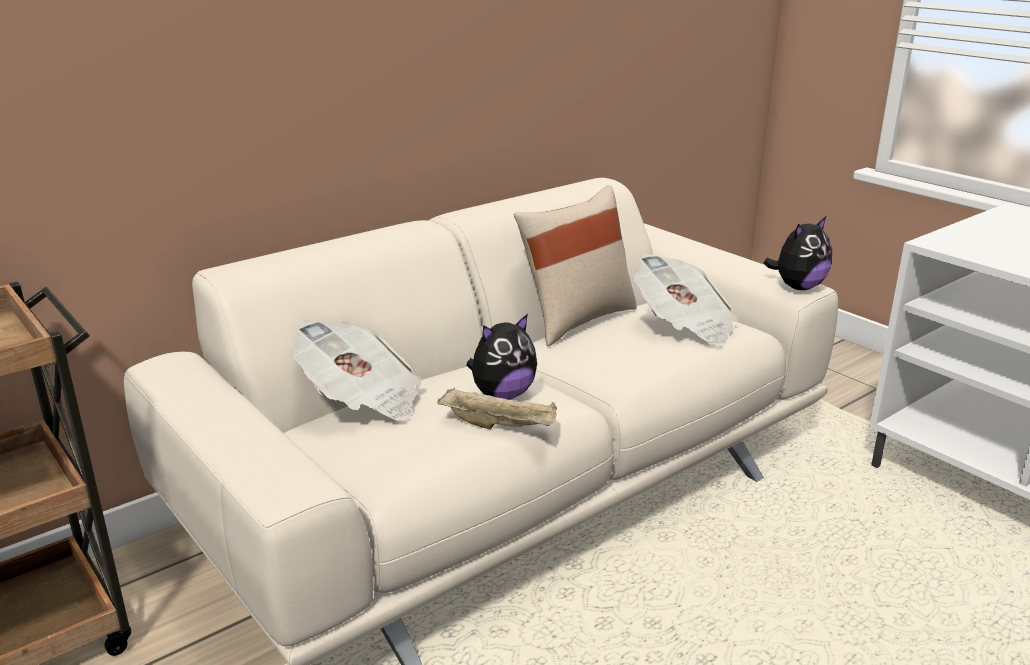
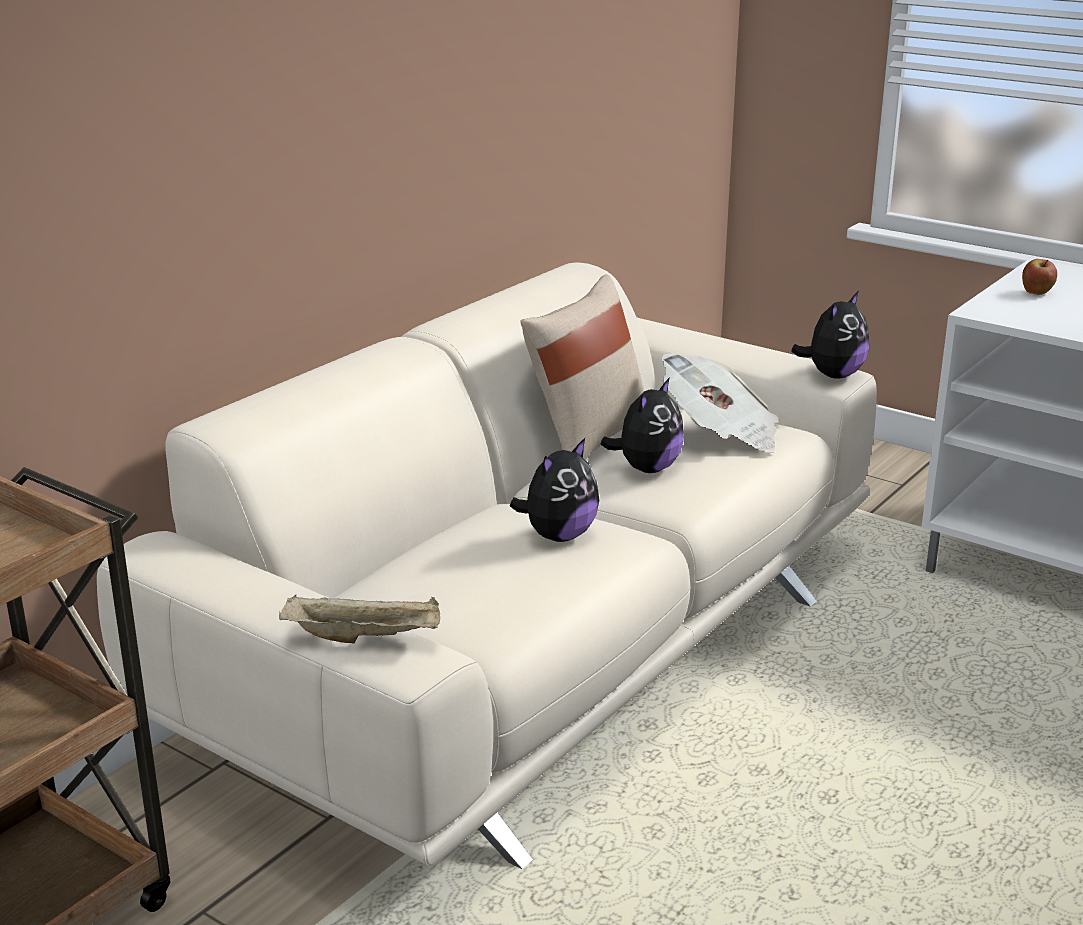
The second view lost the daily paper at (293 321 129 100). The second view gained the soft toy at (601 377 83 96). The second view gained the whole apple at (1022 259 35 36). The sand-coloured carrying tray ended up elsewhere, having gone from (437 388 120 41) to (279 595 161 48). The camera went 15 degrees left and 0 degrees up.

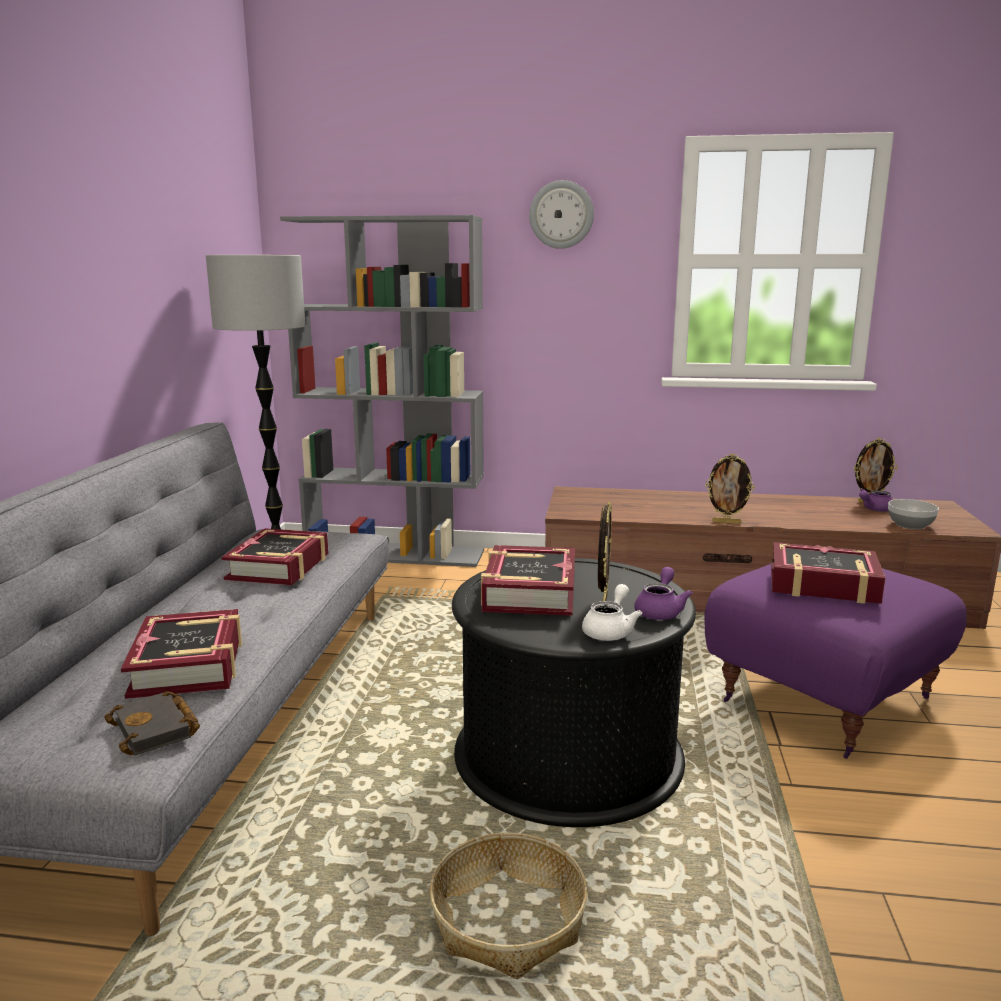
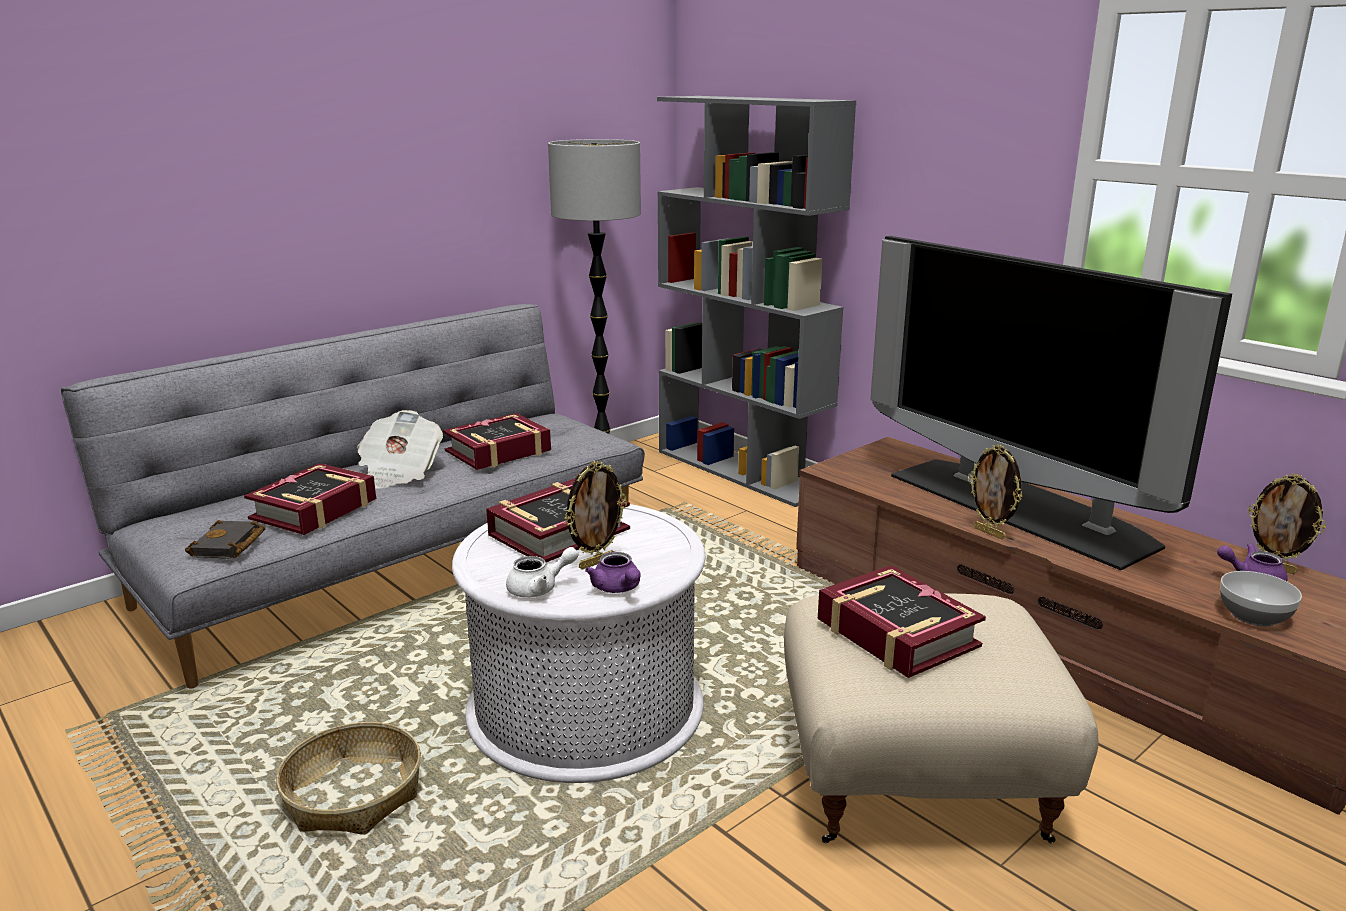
The second view lost the wall clock at (529 180 65 69). The second view gained the daily paper at (357 410 86 79). The second view gained the television at (870 236 362 334). What was the blackish lounge table at (452 558 244 269) turned into the white-coloured lounge table at (452 504 254 279). What was the purple-coloured footrest at (704 562 263 197) turned into the sand-coloured footrest at (784 593 315 250). The purple-coloured pot for tea at (634 567 59 53) ended up facing another way, 90 degrees clockwise from before. The camera went 40 degrees right and 5 degrees up.

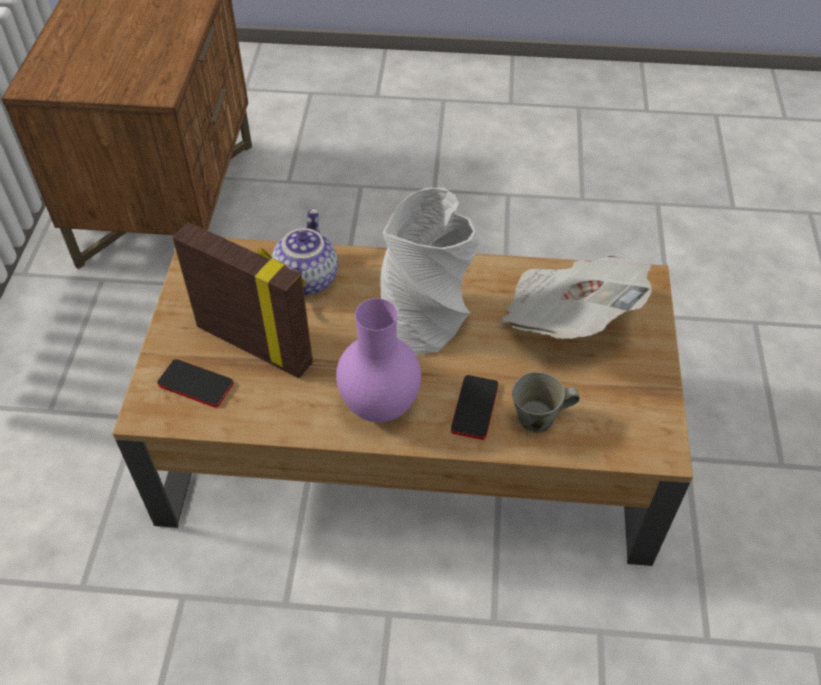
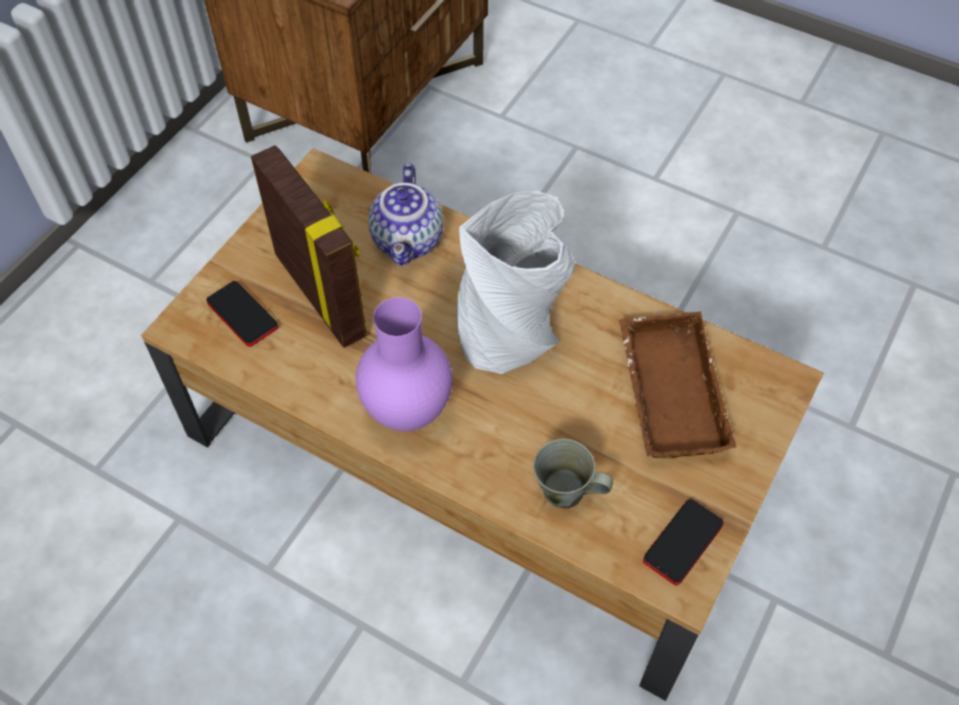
The handset ended up elsewhere, having gone from (451 375 47 65) to (643 499 81 86). Where the daily paper stood at (501 256 151 83), the brownish carrying tray came to stand at (619 311 117 147). The pot for tea at (272 209 66 86) ended up facing another way, 150 degrees clockwise from before. The camera went 25 degrees right and 5 degrees up.

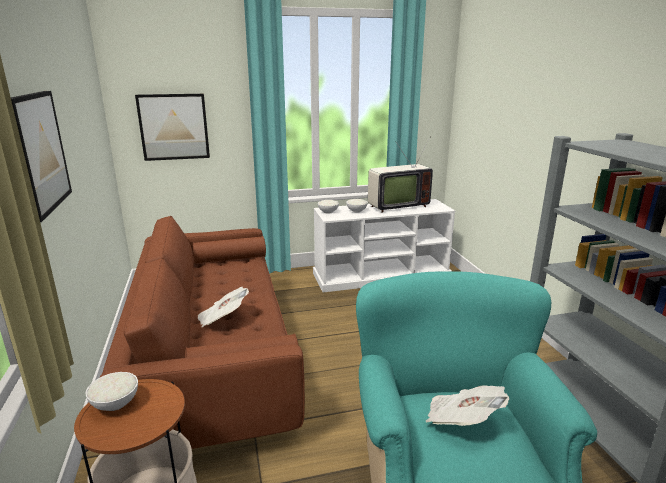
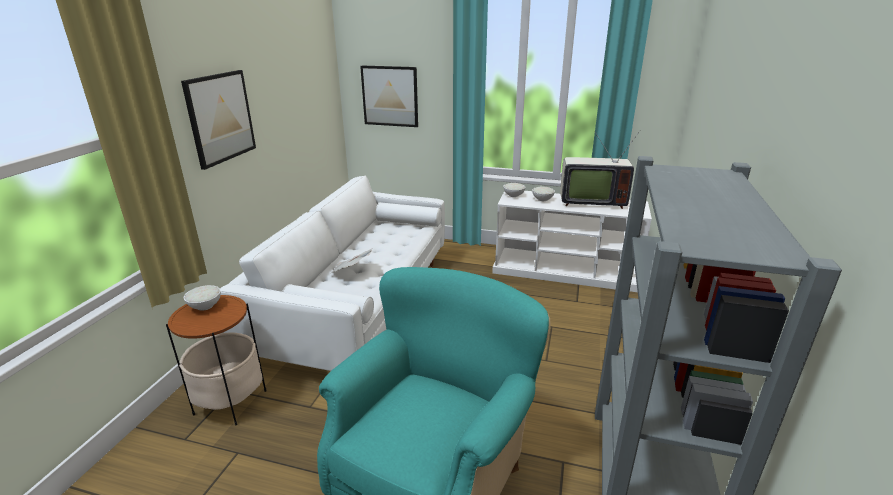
The second view lost the daily paper at (426 385 83 41). What was the brownish couch at (100 216 205 233) turned into the white-coloured couch at (220 176 225 195). The camera went 30 degrees right and 5 degrees up.

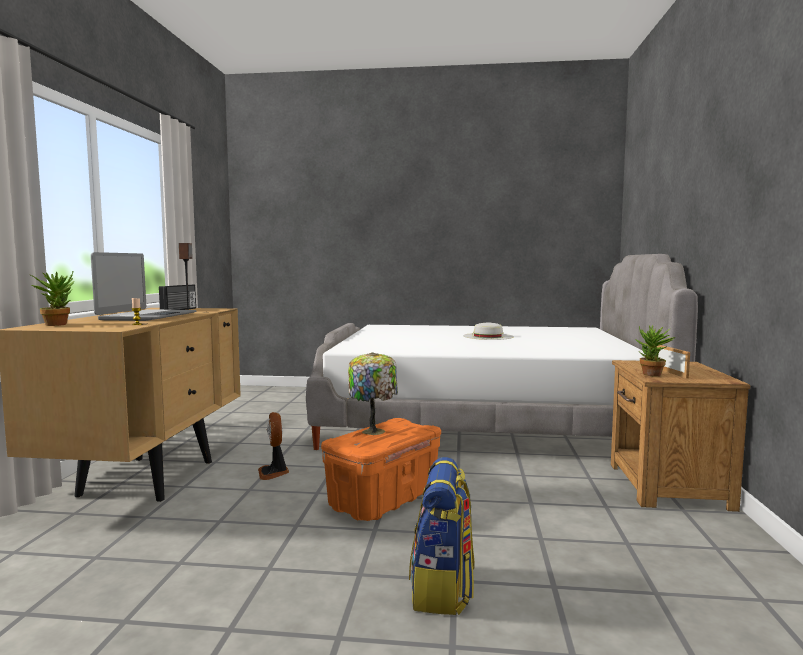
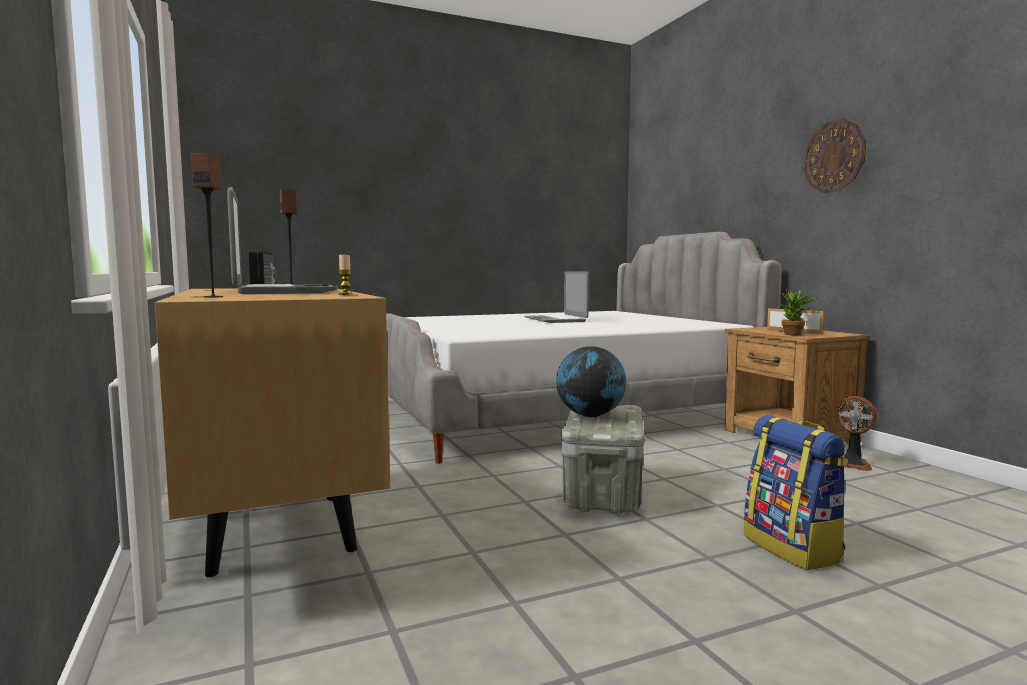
The second view gained the wall clock at (803 118 63 75). The electric fan ended up elsewhere, having gone from (258 412 31 68) to (836 396 41 75). Where the potted plant stood at (31 271 43 55), the loudspeaker came to stand at (191 153 32 145). Where the lamp for a table stood at (348 352 50 83), the world globe came to stand at (556 346 70 71). Where the white-coloured wearable hat stood at (463 322 51 18), the notebook computer came to stand at (524 271 65 52). What was the orangey storage bin at (321 418 120 103) turned into the gray storage bin at (561 405 84 110). The camera went 30 degrees left and 0 degrees up.

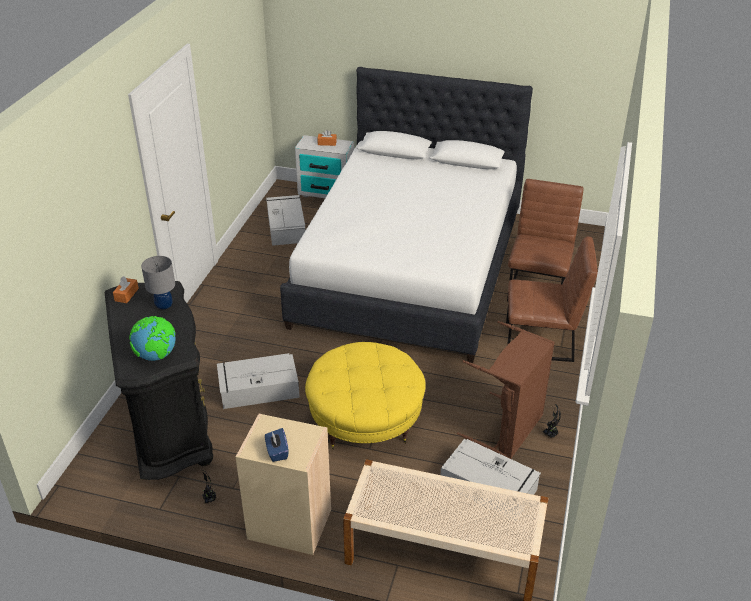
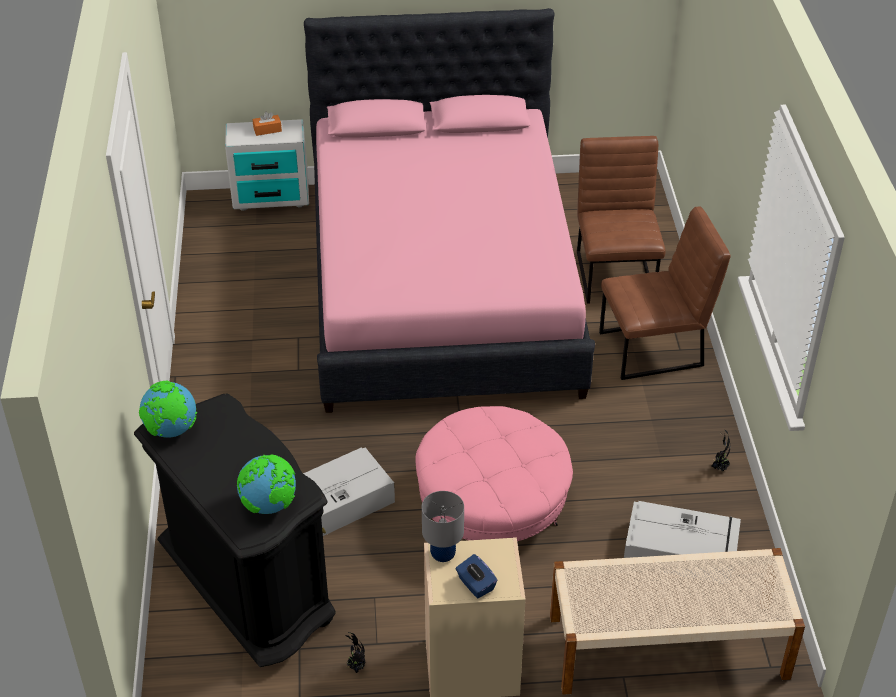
The second view lost the gray storage bin at (266 195 39 51). The second view lost the brownish washing basket at (457 321 98 138). The gray lamp for a table ended up elsewhere, having gone from (141 256 34 54) to (422 491 42 71). Where the orangey tissue box stood at (113 276 26 27), the world globe came to stand at (139 381 58 57). What was the white-coloured sleeping bed at (280 67 253 296) turned into the pink-coloured sleeping bed at (304 8 291 405). What was the yellow footrest at (305 342 121 107) turned into the pink-coloured footrest at (415 406 158 135). The camera went 20 degrees left and 5 degrees up.

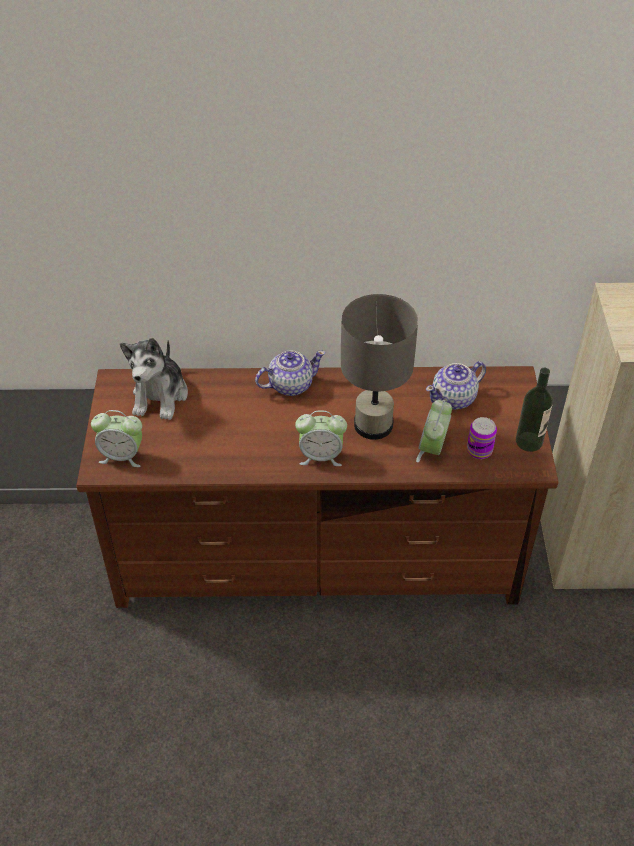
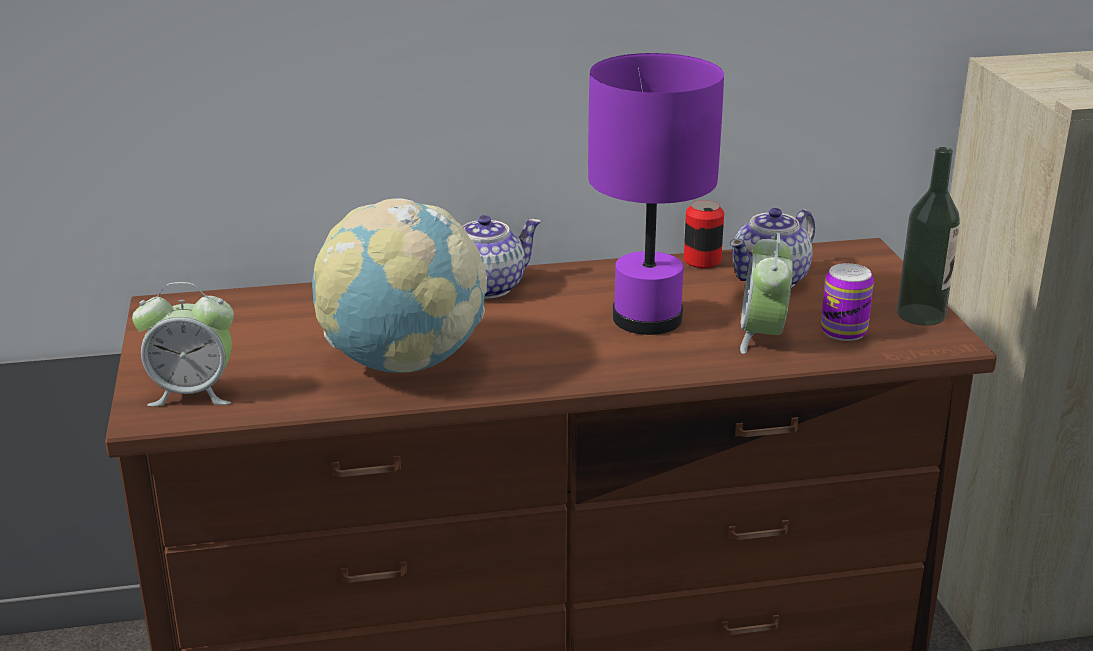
The second view lost the soft toy at (120 338 68 82). The second view lost the alarm clock at (295 410 52 56). The second view gained the world globe at (312 198 175 175). The second view gained the metal can at (684 200 40 68). What was the gray lamp for a table at (341 294 77 146) turned into the purple-coloured lamp for a table at (588 53 136 282). The camera went 10 degrees left and 20 degrees down.

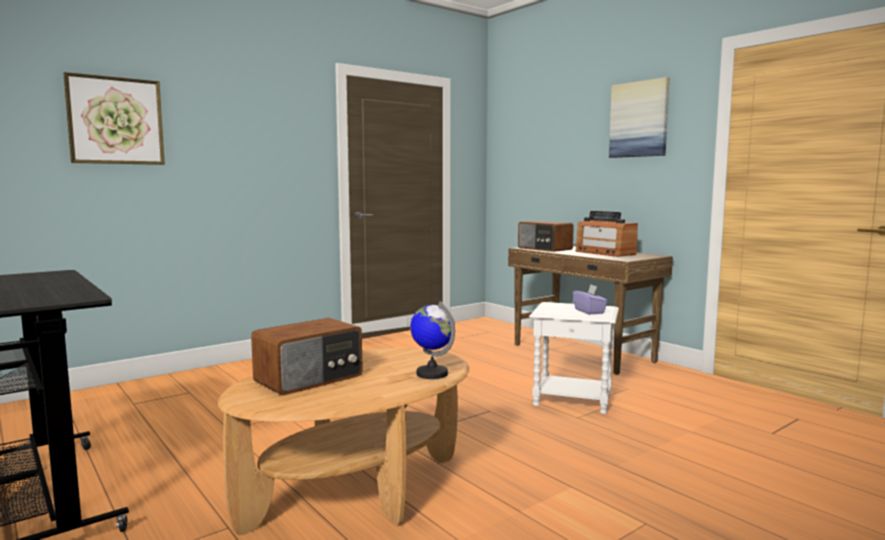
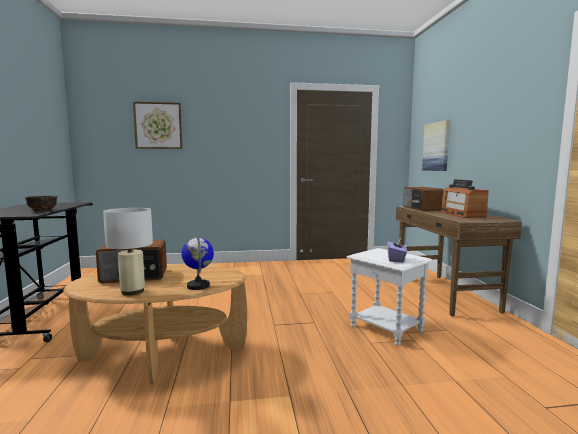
The second view gained the brownish bowl at (25 196 32 15). The second view gained the white-coloured lamp for a table at (103 207 50 89). The wall picture ended up elsewhere, having gone from (609 77 60 81) to (422 120 28 51). The camera went 30 degrees right and 0 degrees up.

